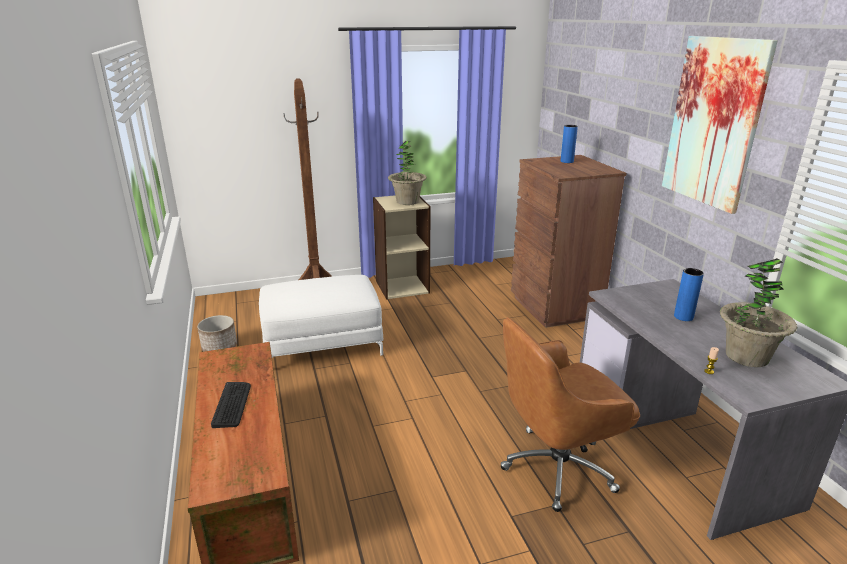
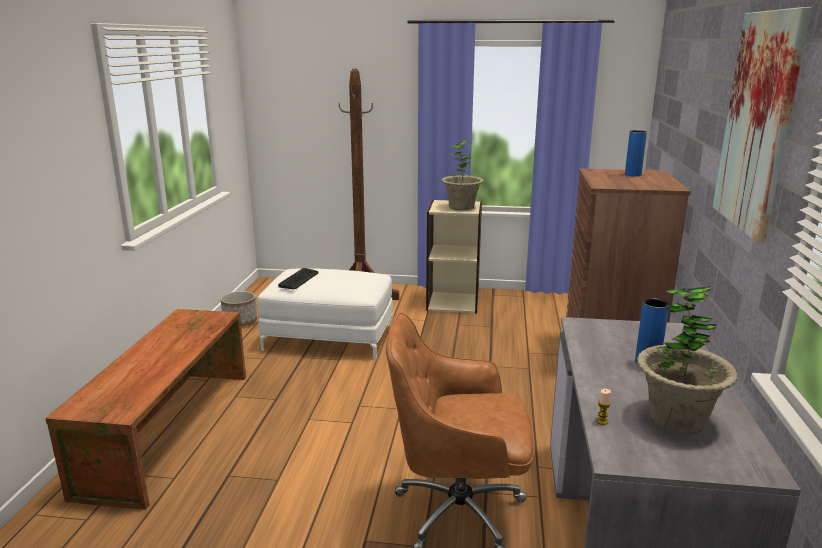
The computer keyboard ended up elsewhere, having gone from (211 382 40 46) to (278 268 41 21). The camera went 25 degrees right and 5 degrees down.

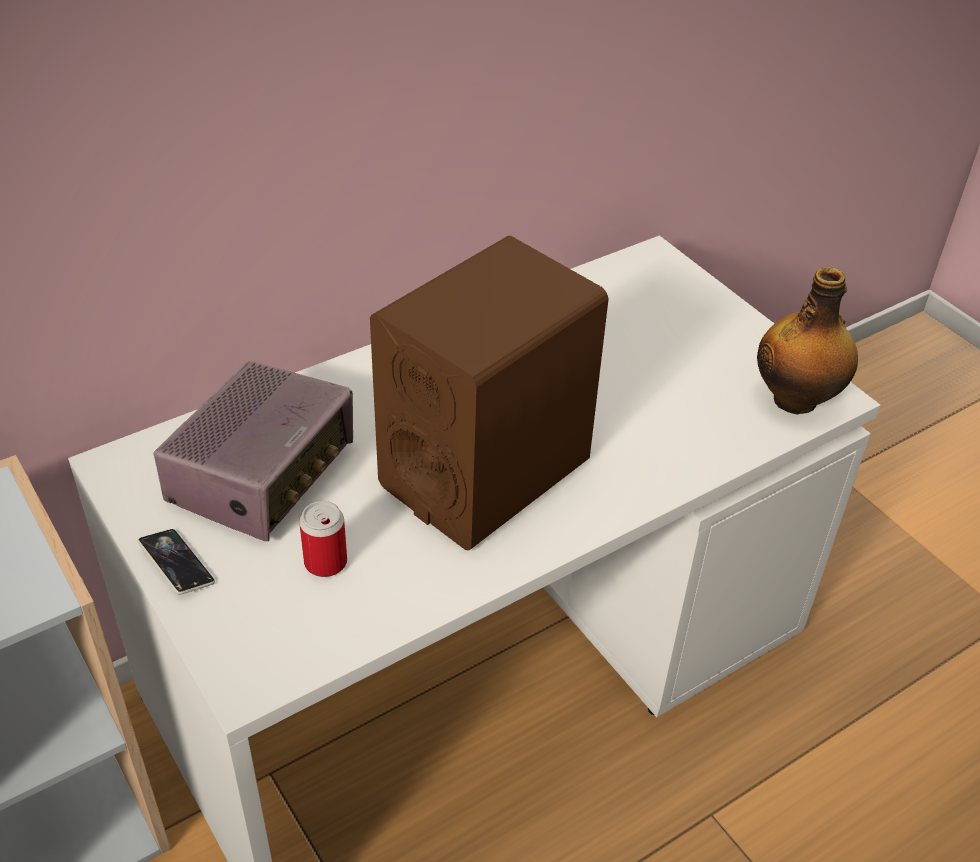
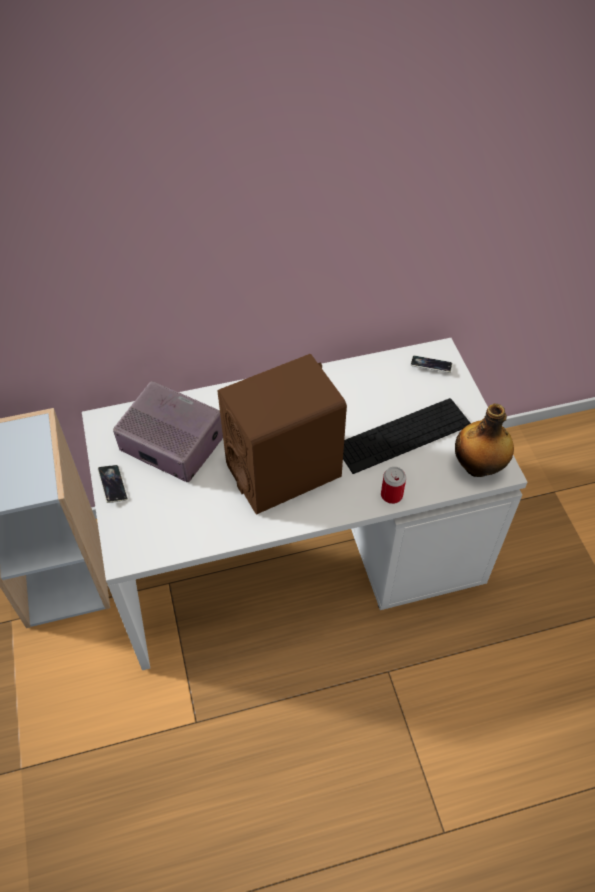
The second view gained the computer keyboard at (343 398 128 76). The second view gained the handset at (410 356 42 17). The metal can ended up elsewhere, having gone from (299 501 48 76) to (381 467 25 37). The radio set at (154 361 199 180) ended up facing another way, 105 degrees counterclockwise from before. The camera went 20 degrees right and 10 degrees up.

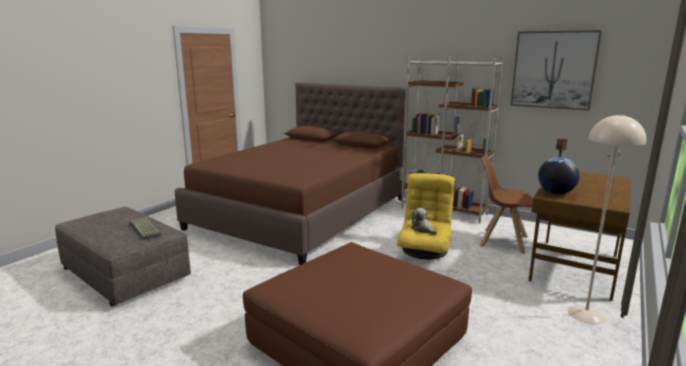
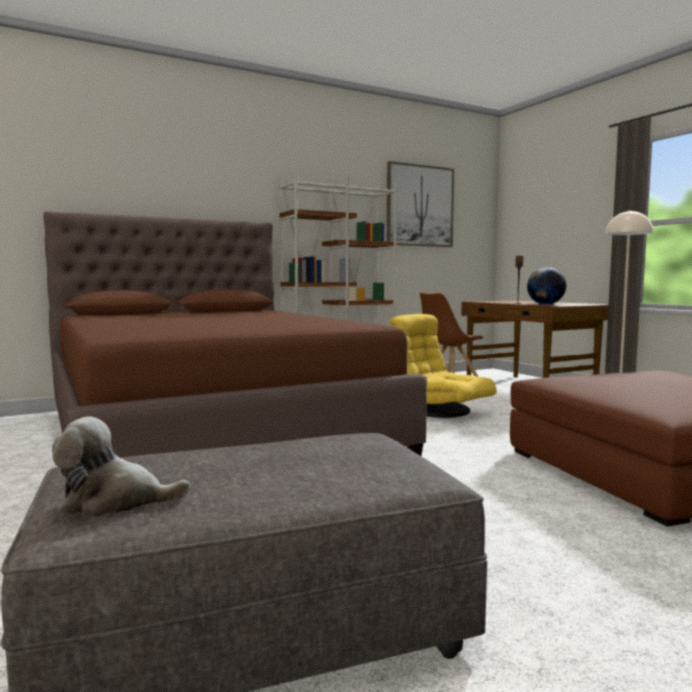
The second view lost the computer keyboard at (129 217 32 22). The soft toy ended up elsewhere, having gone from (411 208 26 27) to (52 417 138 100). The camera went 60 degrees left and 10 degrees down.

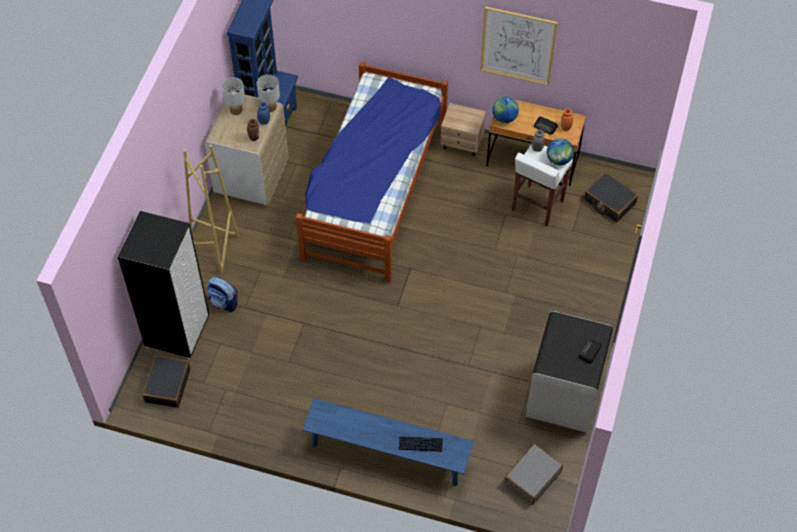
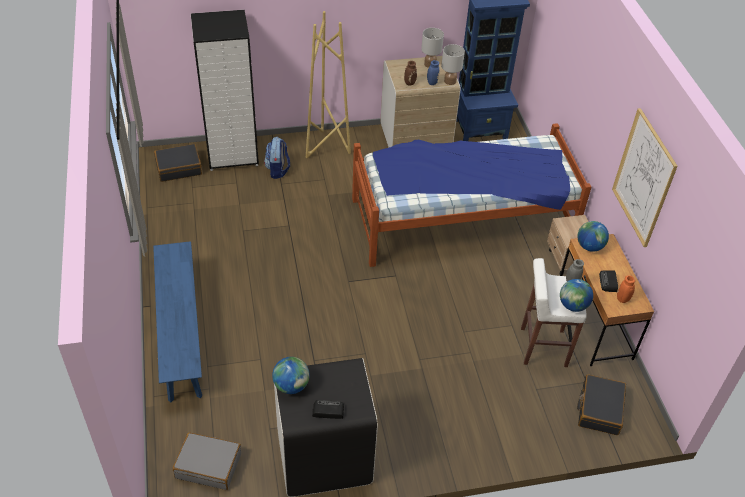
The second view lost the computer keyboard at (399 436 44 16). The second view gained the world globe at (272 357 38 37). The camera went 60 degrees right and 10 degrees down.

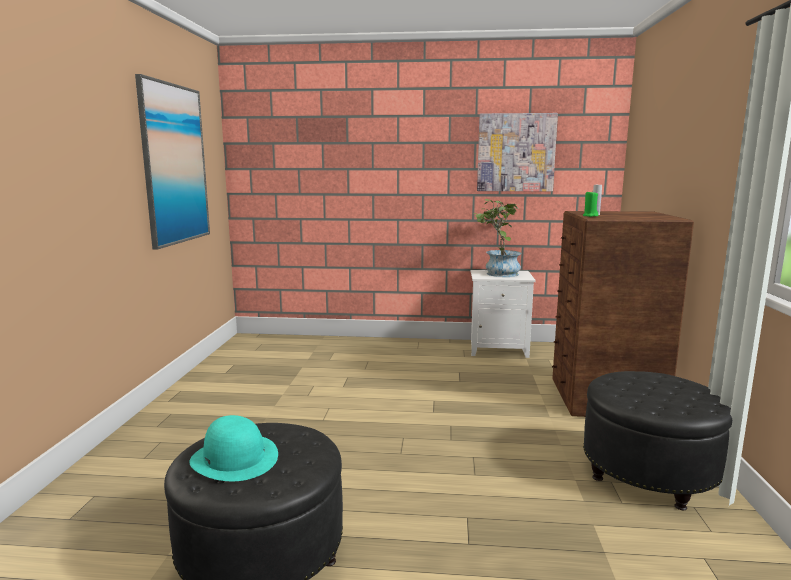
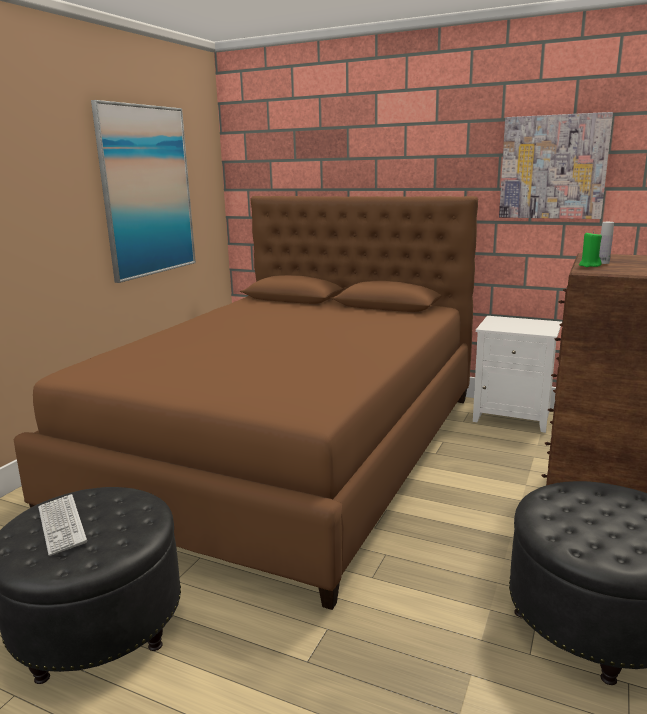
The second view lost the potted plant at (474 199 47 78). The second view gained the brownish sleeping bed at (14 196 464 414). Where the turquoise wearable hat stood at (189 415 89 66), the computer keyboard came to stand at (38 494 49 62). The camera went 20 degrees right and 5 degrees up.

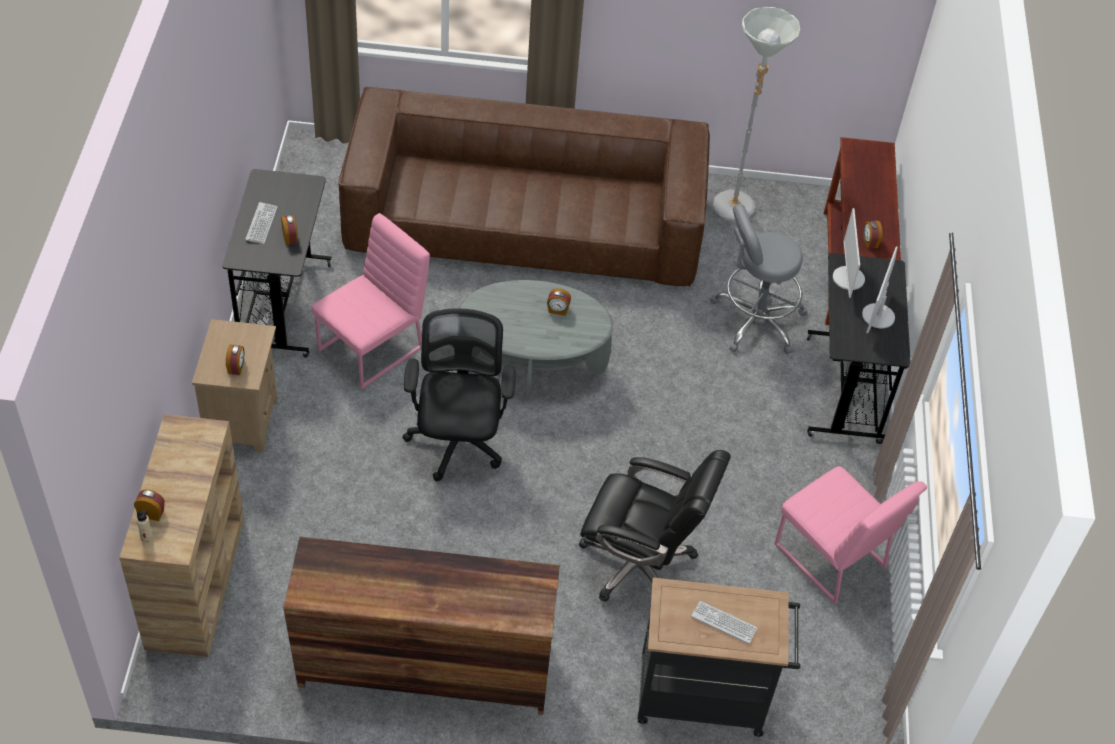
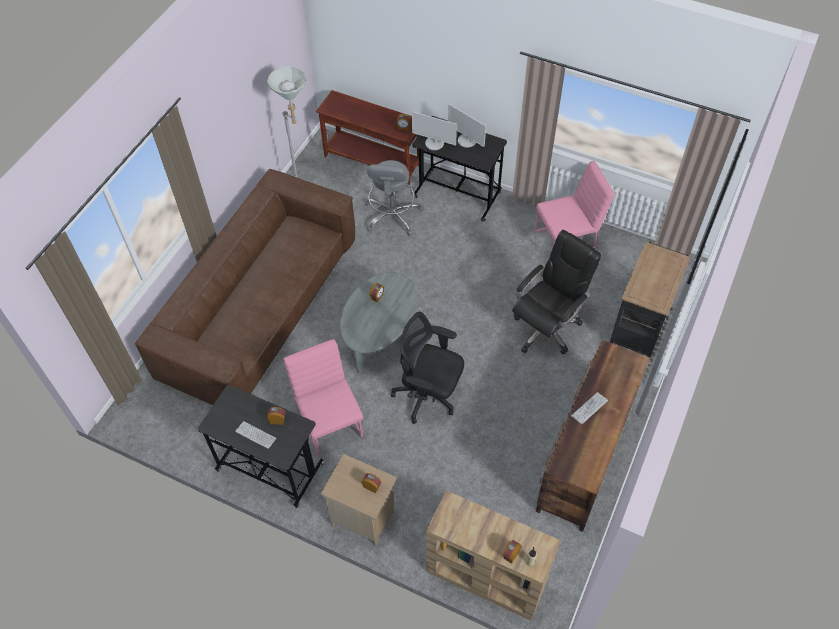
The computer keyboard ended up elsewhere, having gone from (691 601 67 43) to (571 392 37 32). The camera went 65 degrees left and 5 degrees up.

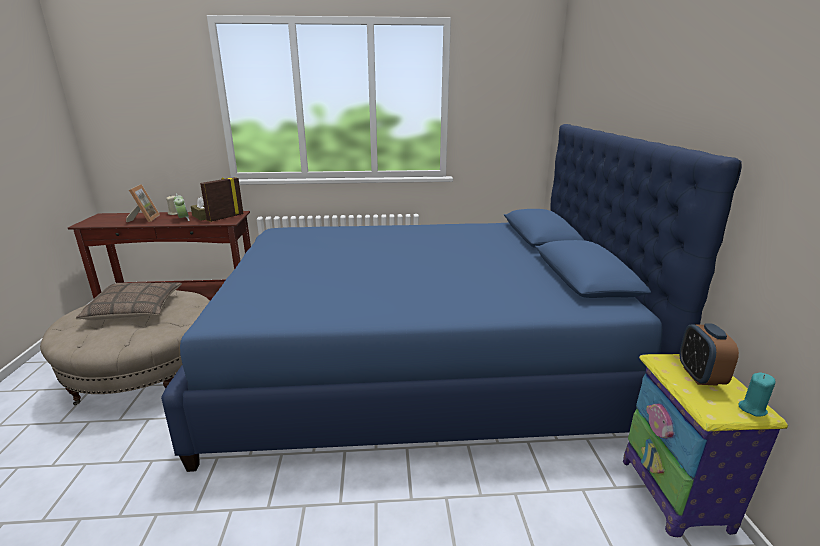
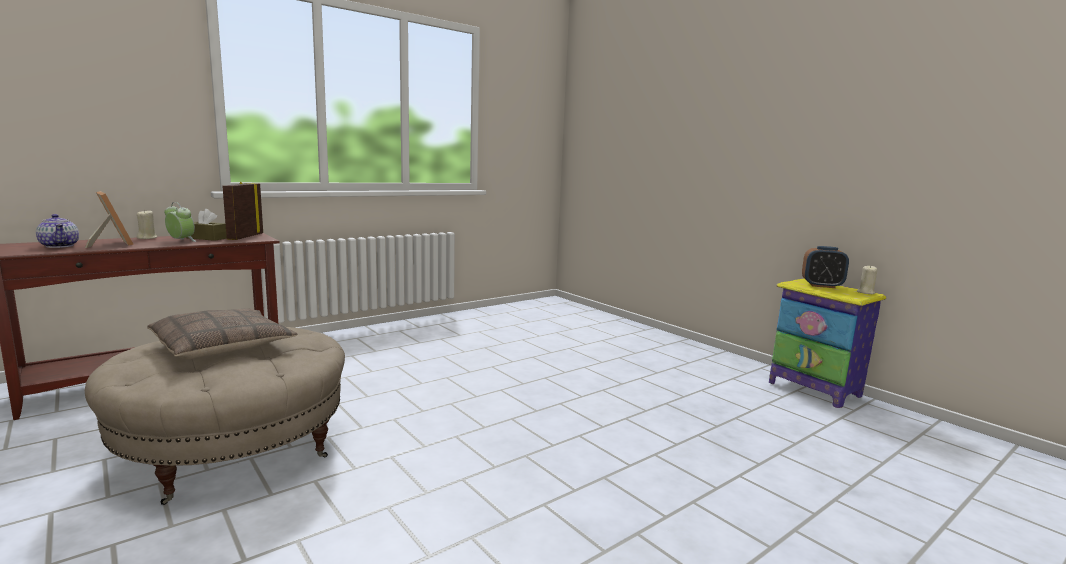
The second view lost the blue sleeping bed at (161 124 581 348). The second view gained the pot for tea at (36 214 43 34). What was the turquoise wax light at (738 372 38 45) turned into the sand-coloured wax light at (857 265 20 29). The alarm clock at (679 323 60 63) ended up facing another way, 45 degrees counterclockwise from before. The camera went 35 degrees left and 10 degrees down.

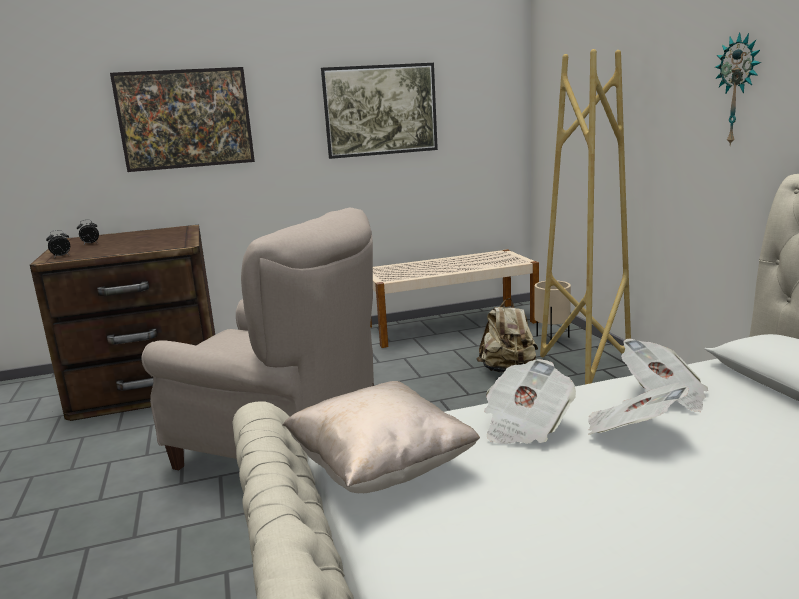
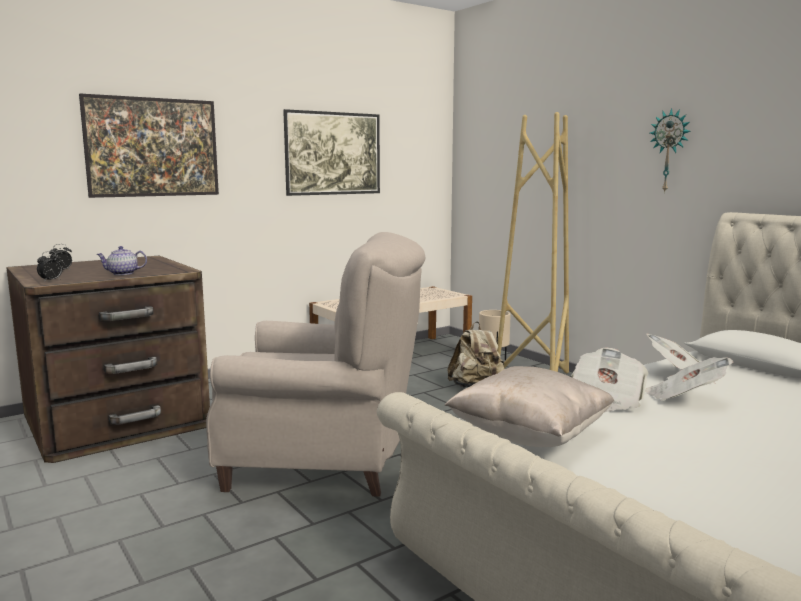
The second view gained the pot for tea at (96 246 51 29). The camera went 20 degrees left and 5 degrees down.

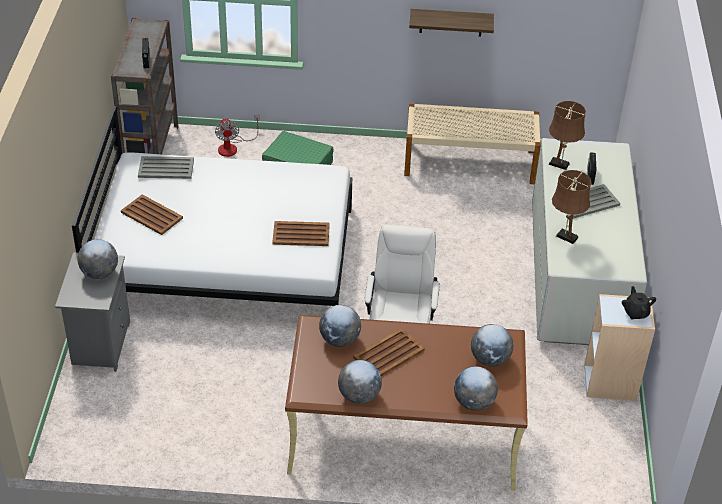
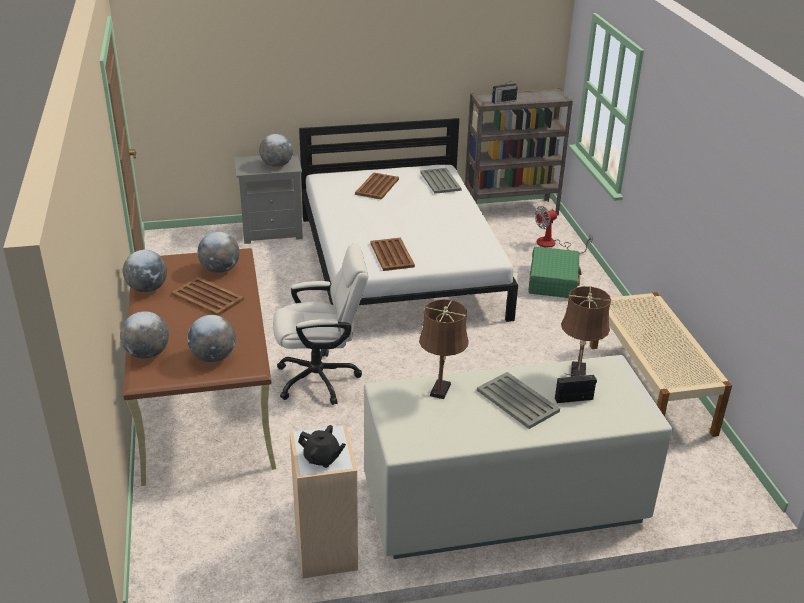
The second view lost the shelf at (409 9 85 28). The blackish pot for tea at (622 286 34 34) ended up facing another way, 45 degrees clockwise from before. The camera went 75 degrees right and 10 degrees down.

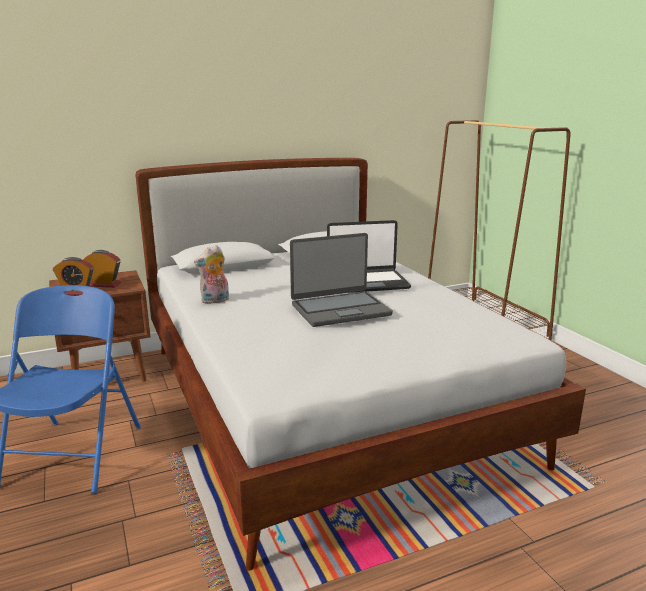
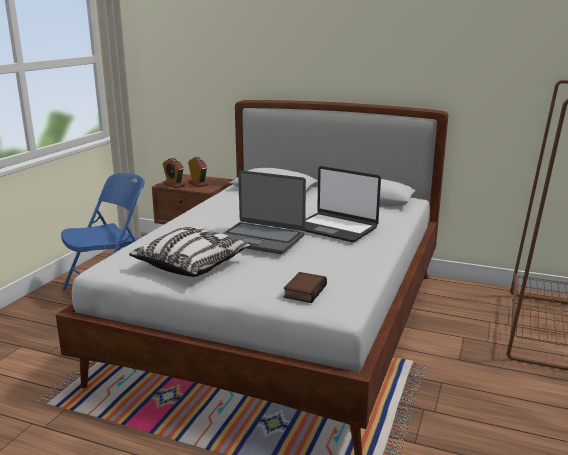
The second view lost the soft toy at (194 245 35 59). The second view gained the throw pillow at (129 227 122 50). The second view gained the book at (284 272 43 31). The camera went 45 degrees right and 0 degrees up.

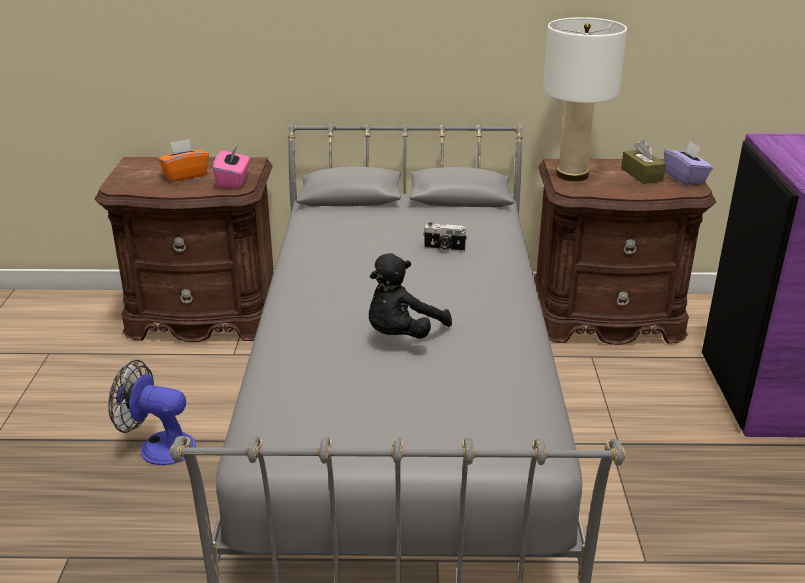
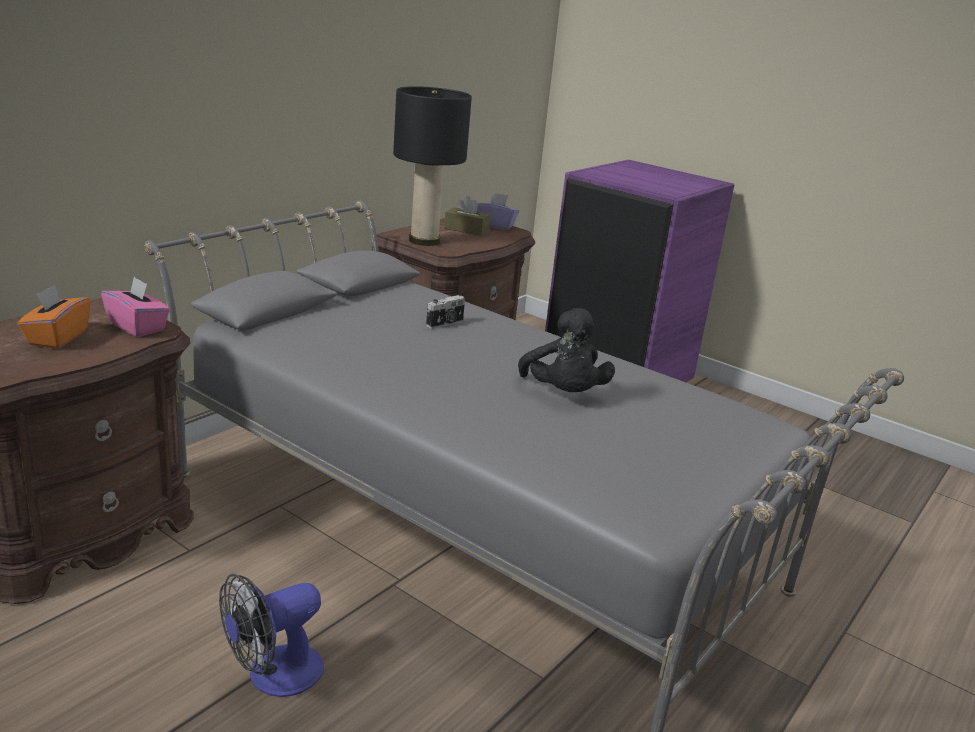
What was the white-coloured lamp for a table at (543 17 84 164) turned into the blackish lamp for a table at (393 86 79 160). The camera went 55 degrees left and 5 degrees down.

